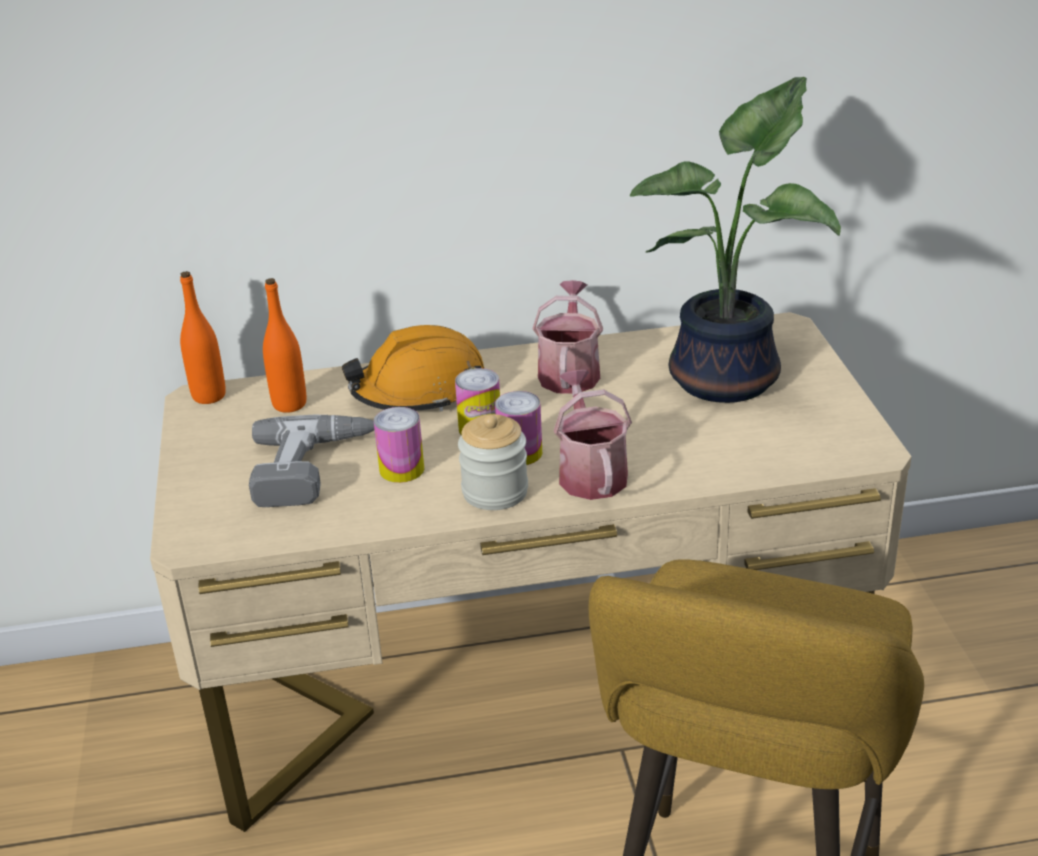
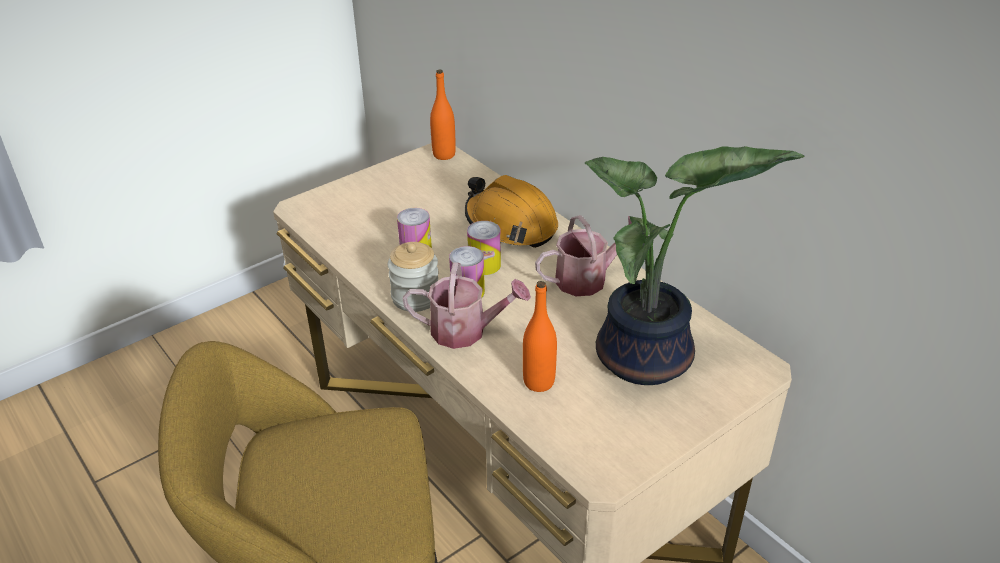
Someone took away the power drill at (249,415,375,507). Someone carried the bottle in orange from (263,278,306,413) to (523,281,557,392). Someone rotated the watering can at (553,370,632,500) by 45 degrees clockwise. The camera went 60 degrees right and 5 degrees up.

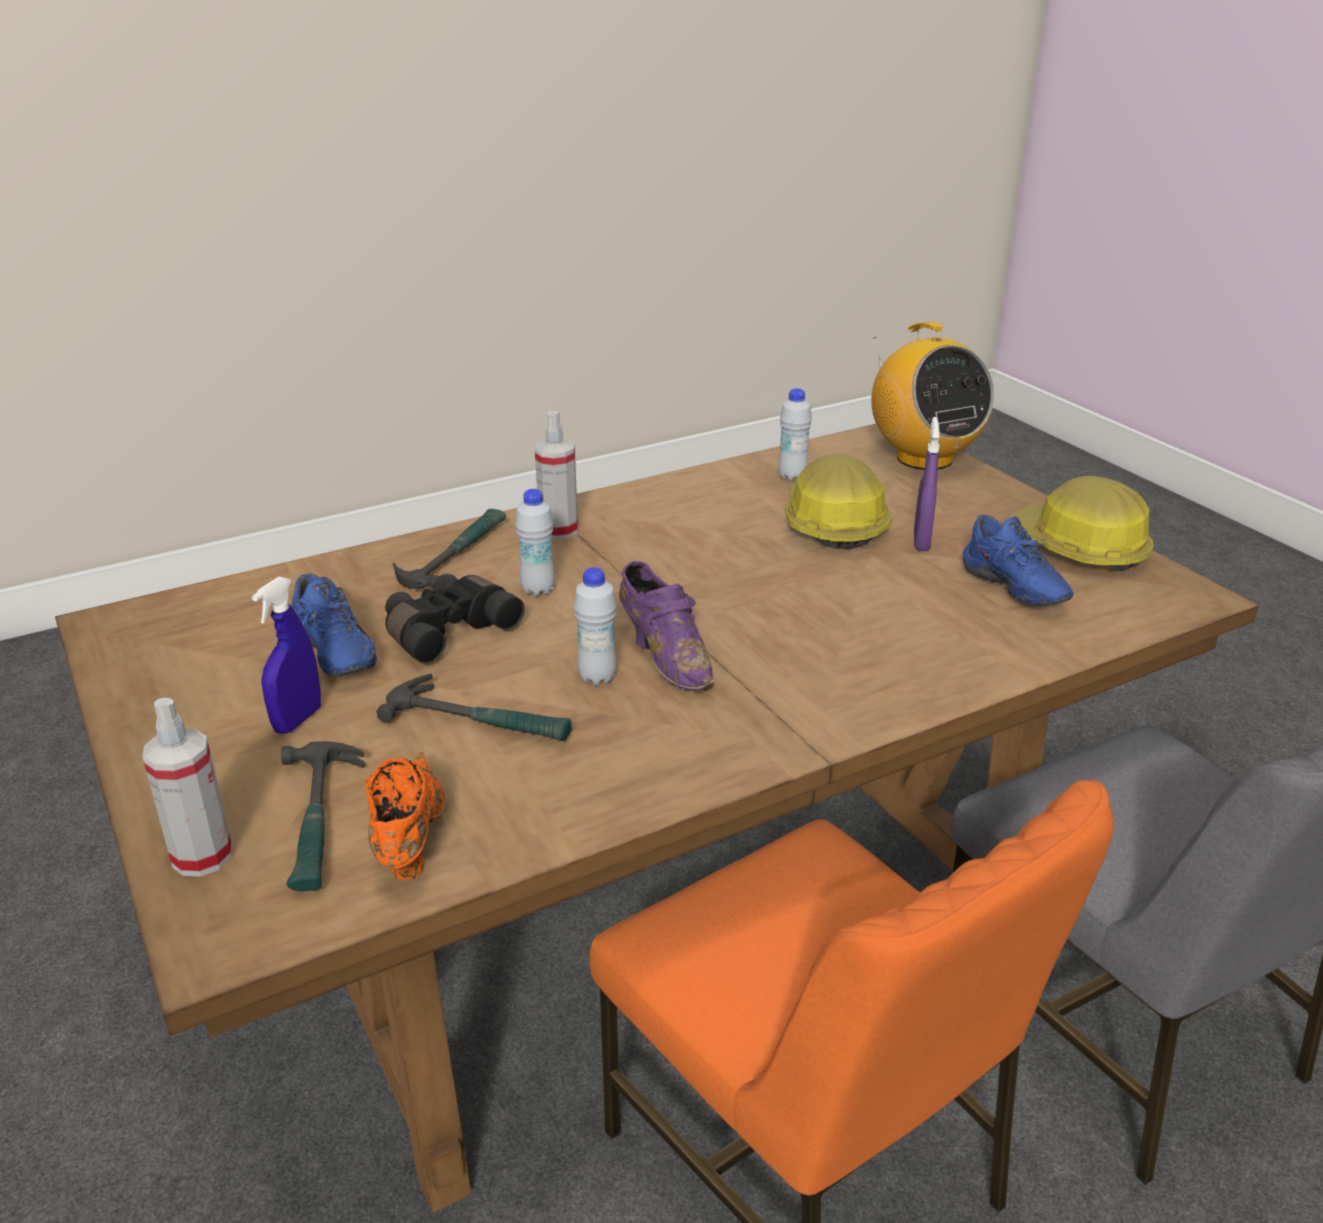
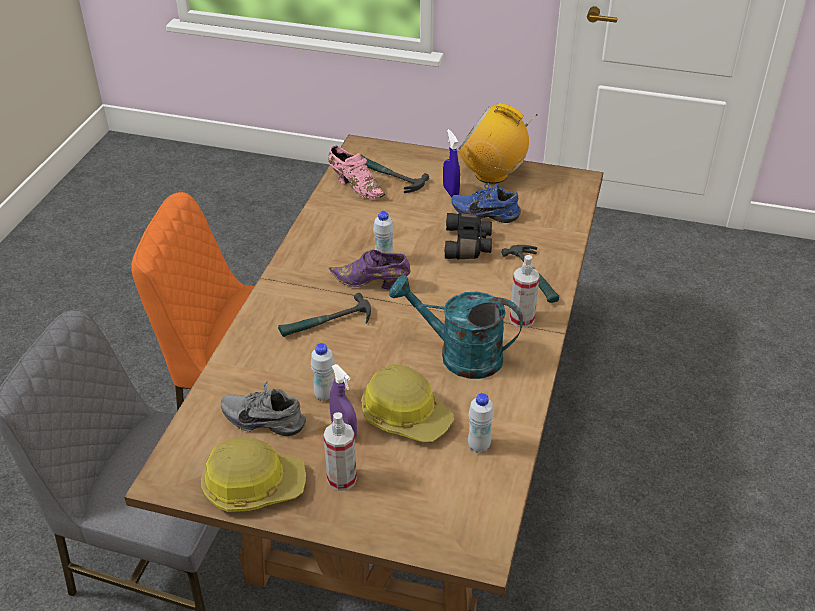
Someone put down the watering can in turquoise at (389,275,523,379). Someone carried the spray bottle from (142,697,232,877) to (324,412,357,491). Someone carried the hammer from (377,674,572,741) to (278,293,371,337). Someone carried the bottle in white from (515,489,555,596) to (311,343,335,402). Someone carried the radio from (871,322,994,470) to (458,103,537,184). Someone repainted the shoe in orange at (365,752,447,880), which became the shoe in pink at (328,145,385,199). Someone repainted the shoe in blue at (963,515,1073,606), which became the shoe in grey at (221,381,306,436). The camera went 135 degrees right and 10 degrees up.

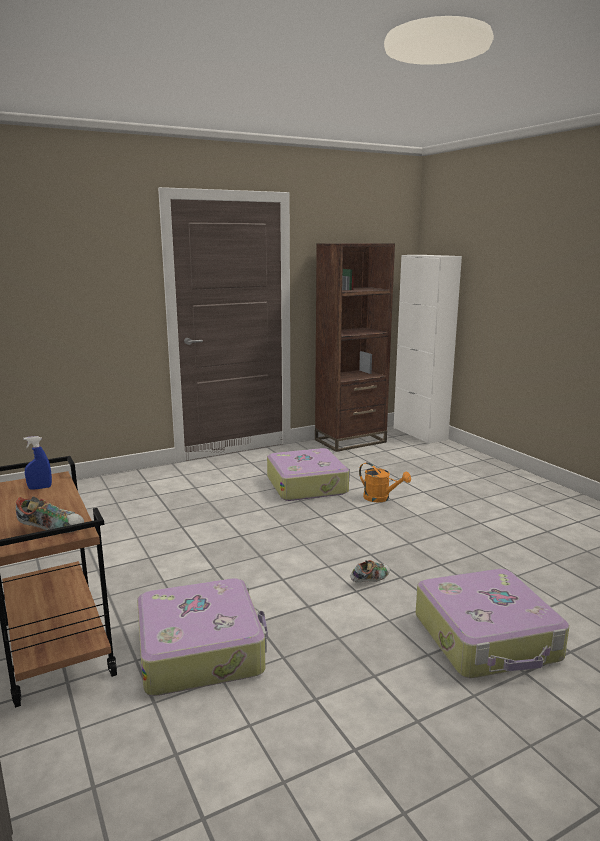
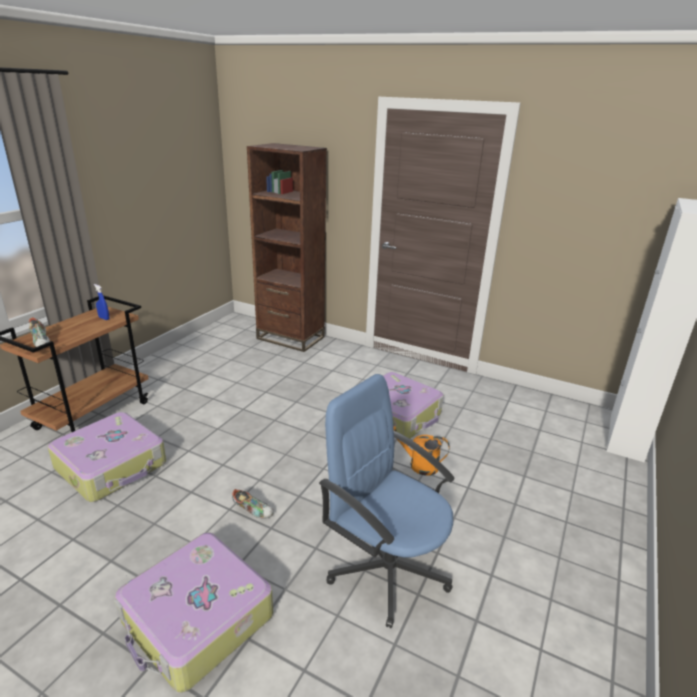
Someone put down the office chair in blue at (319,374,455,628). Someone carried the bookcase in brown from (315,243,395,452) to (247,143,327,352). Someone rotated the watering can in orange at (359,462,411,502) by 105 degrees clockwise. The camera went 55 degrees right and 10 degrees up.

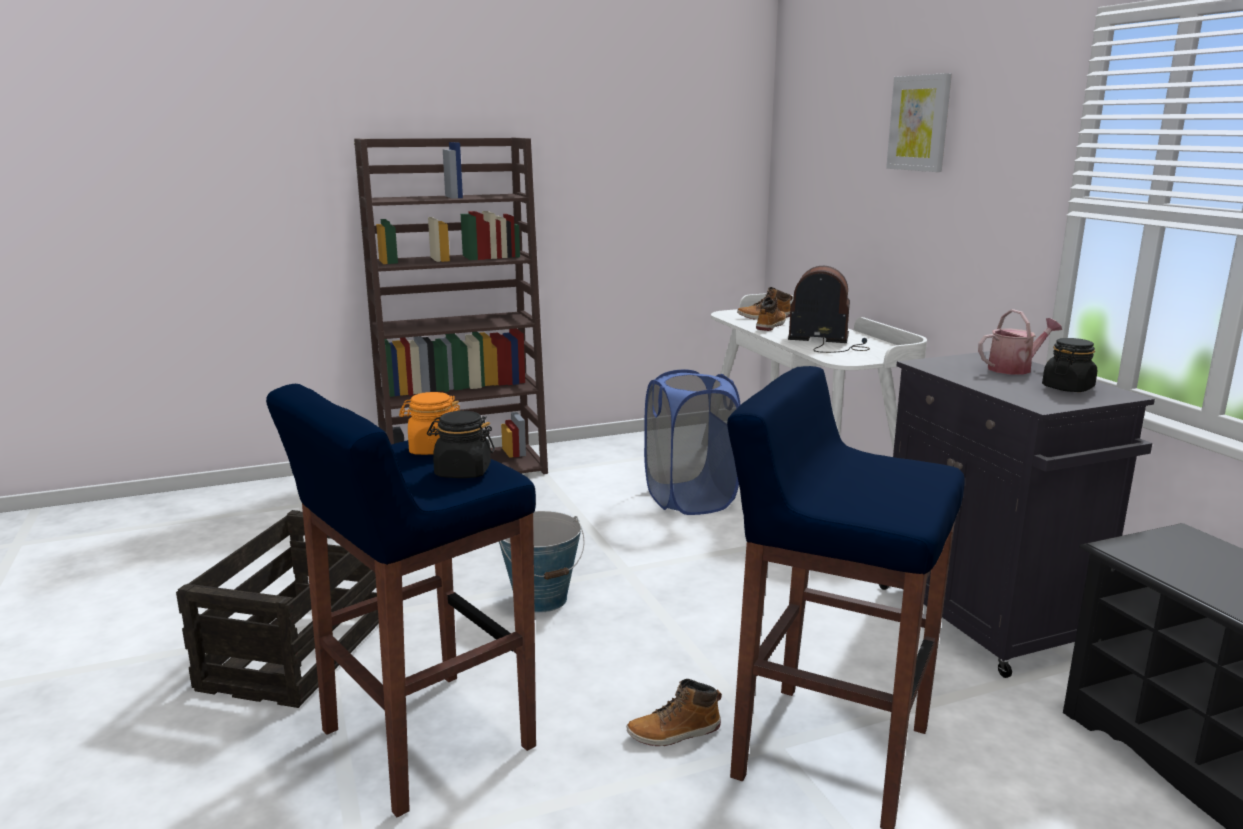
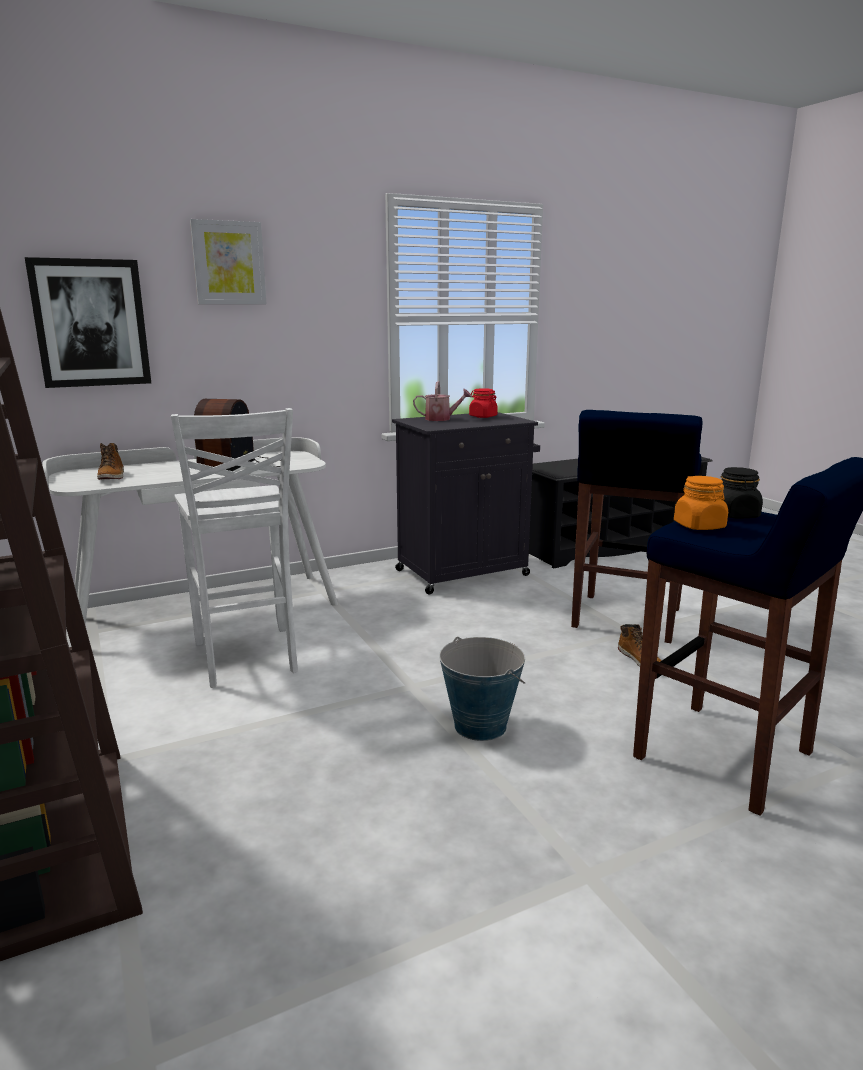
Someone took away the crate at (176,510,379,708). Someone took away the boot at (756,297,786,331). Someone put up the picture at (25,257,151,388). Someone swapped the laundry basket in blue at (644,369,741,515) for the stool in white at (171,408,298,688). Someone repainted the jar in black at (1042,338,1097,392), which became the jar in red at (469,388,498,418). Someone rotated the watering can at (978,309,1062,375) by 120 degrees clockwise. The camera went 95 degrees left and 0 degrees up.

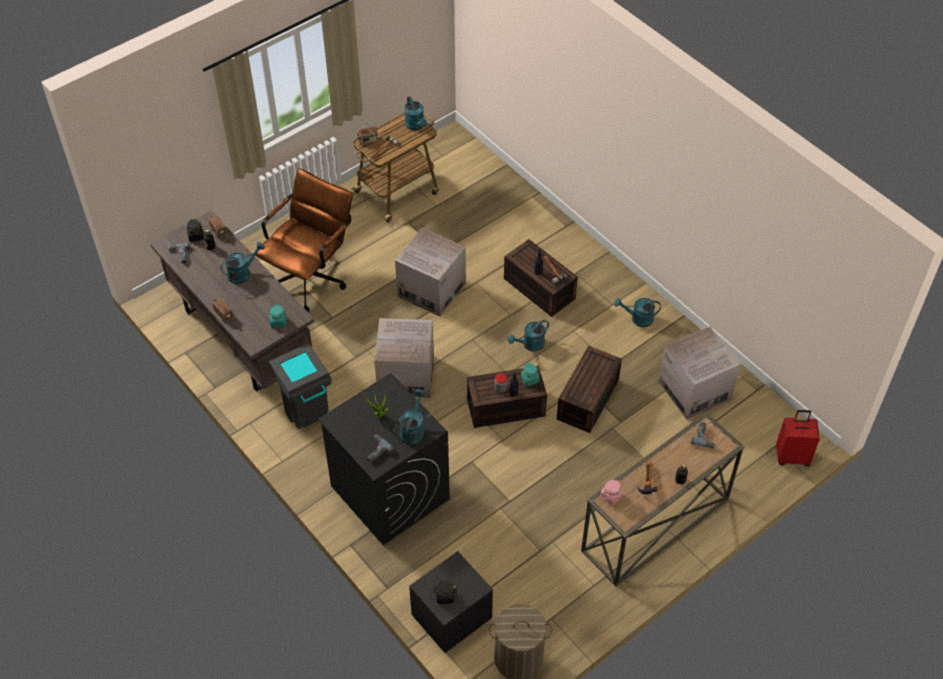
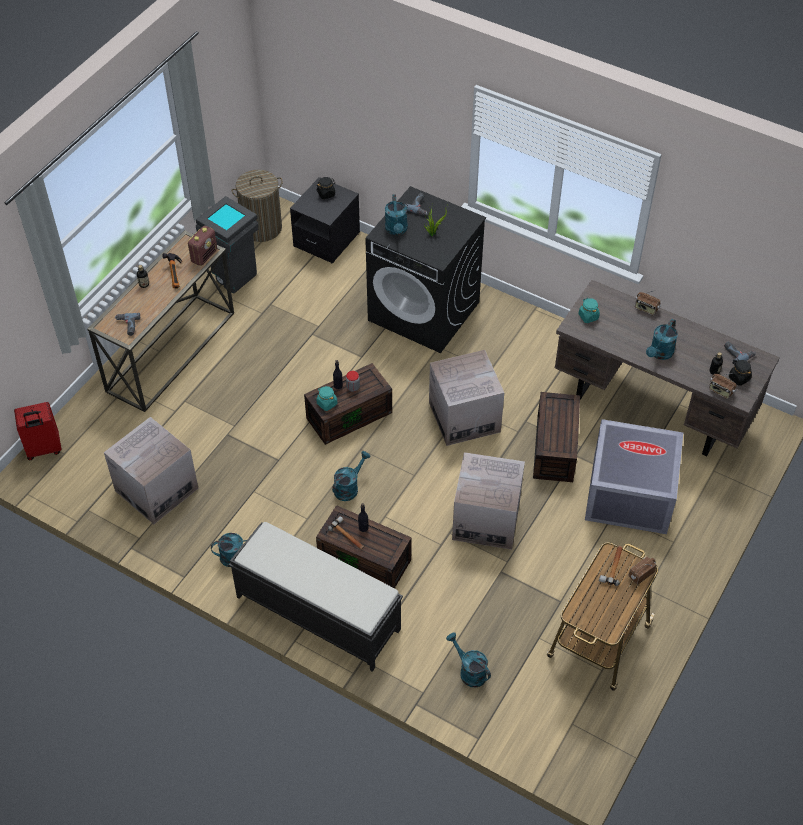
Someone put down the bench in black at (229,522,403,672). Someone carried the trash can in grey from (269,343,332,429) to (196,196,258,293). Someone carried the watering can in turquoise from (404,96,427,130) to (446,632,491,687). Someone carried the storage box in brown from (557,346,622,433) to (533,392,580,482). Someone swapped the office chair in brown at (256,169,353,312) for the storage box in grey at (585,419,683,534). Someone swapped the jar in pink at (601,480,623,505) for the radio at (188,226,217,266). The camera went 160 degrees right and 0 degrees up.

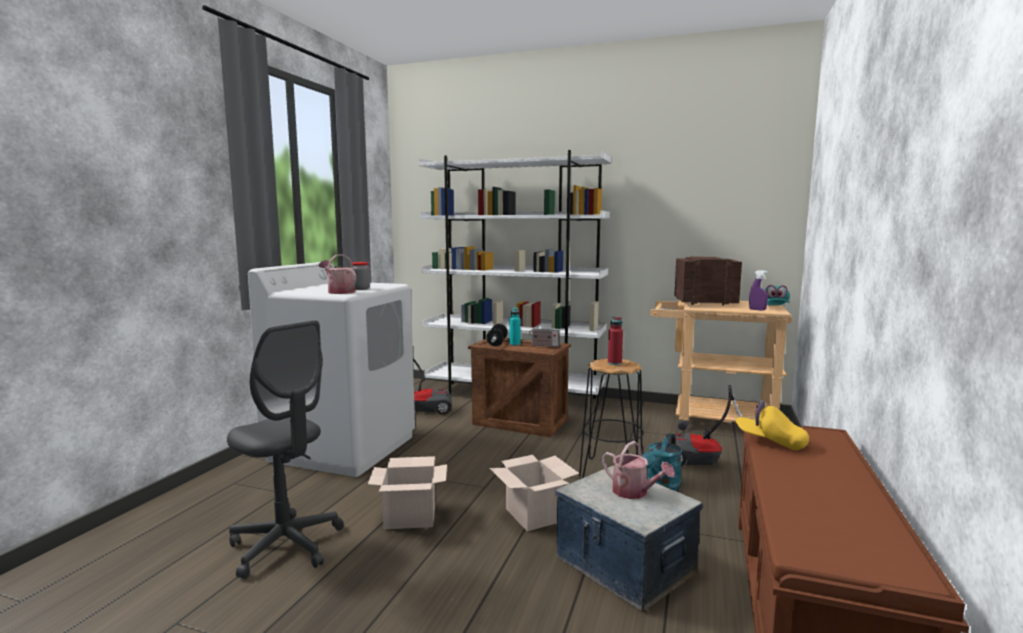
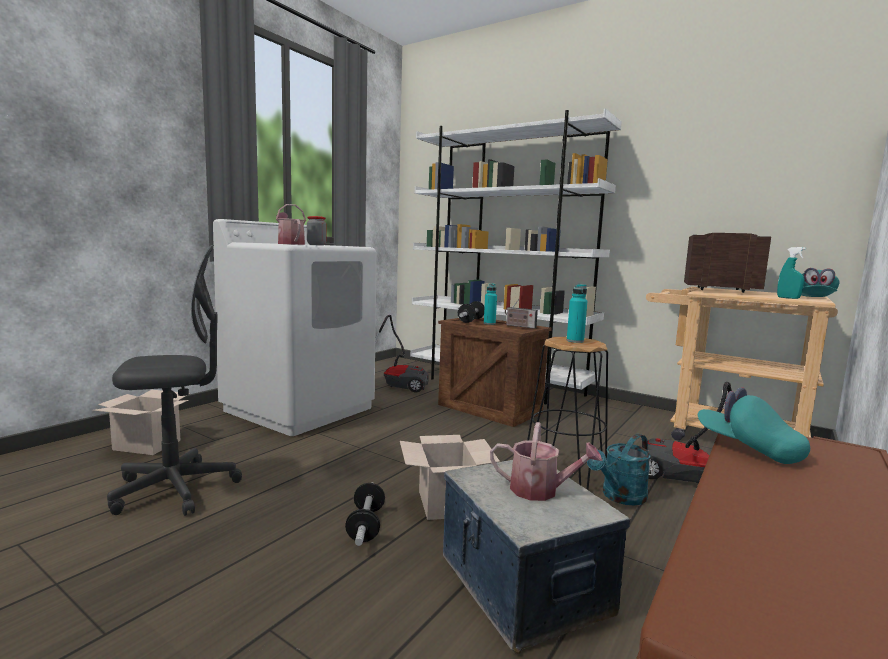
Someone put down the dumbbell at (345,483,385,546). Someone carried the cardboard box from (368,456,447,529) to (93,390,190,455). Someone repainted the bottle in red at (608,317,623,365), which became the bottle in turquoise at (567,284,587,343). Someone repainted the cap in yellow at (736,400,809,450), which became the cap in turquoise at (698,387,810,464). Someone repainted the spray bottle in purple at (749,270,768,311), which became the spray bottle in turquoise at (777,247,806,299). Someone rotated the office chair in grey at (227,321,344,579) by 75 degrees counterclockwise. Someone rotated the watering can at (602,441,675,499) by 45 degrees counterclockwise. The camera went 15 degrees right and 0 degrees up.

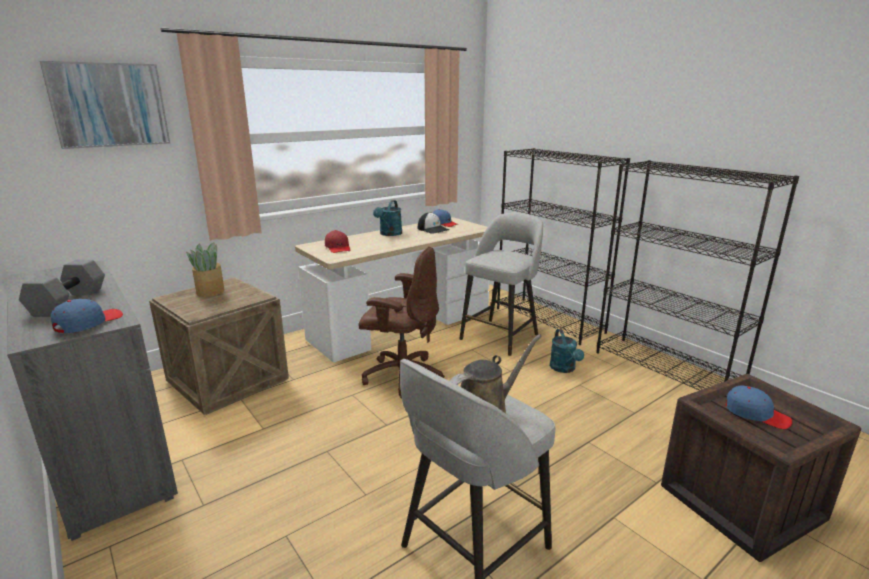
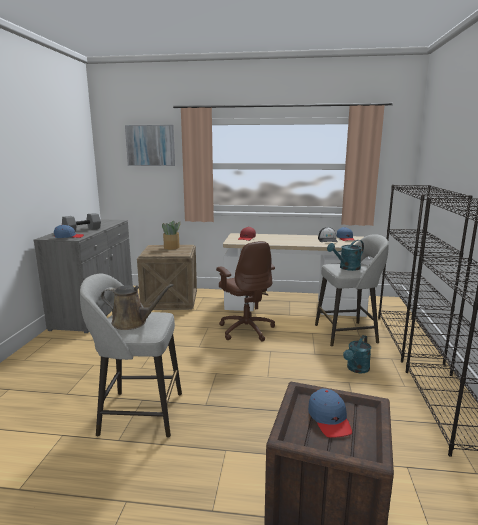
Someone carried the watering can in turquoise from (373,200,402,236) to (327,240,364,271). The camera went 45 degrees right and 5 degrees down.

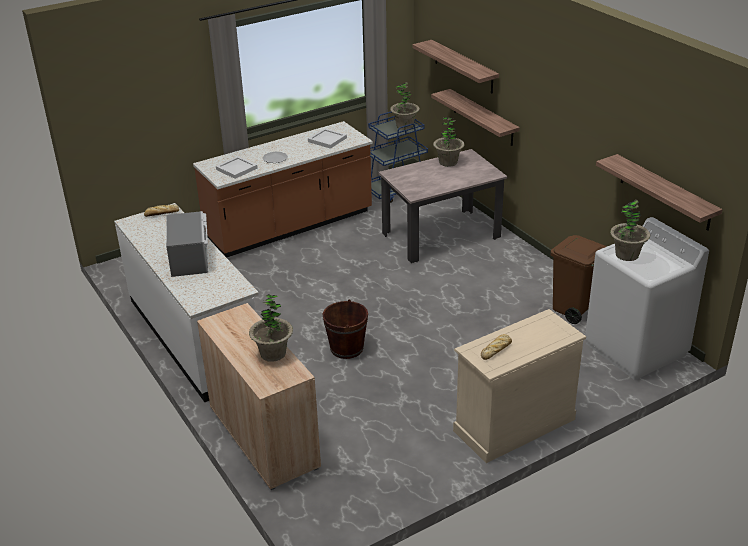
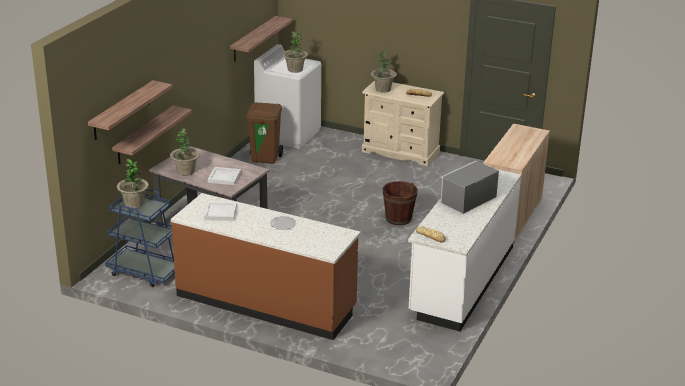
Someone carried the tray in white from (216,156,258,179) to (208,167,241,185). Someone carried the potted plant from (249,294,293,362) to (371,51,397,93). The camera went 125 degrees left and 5 degrees down.

